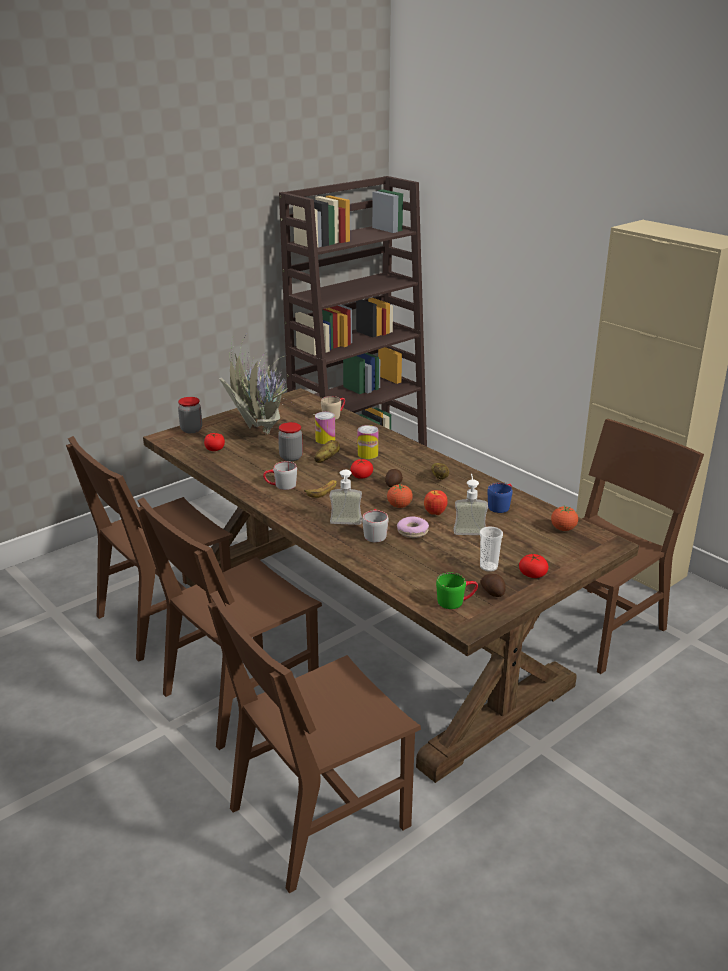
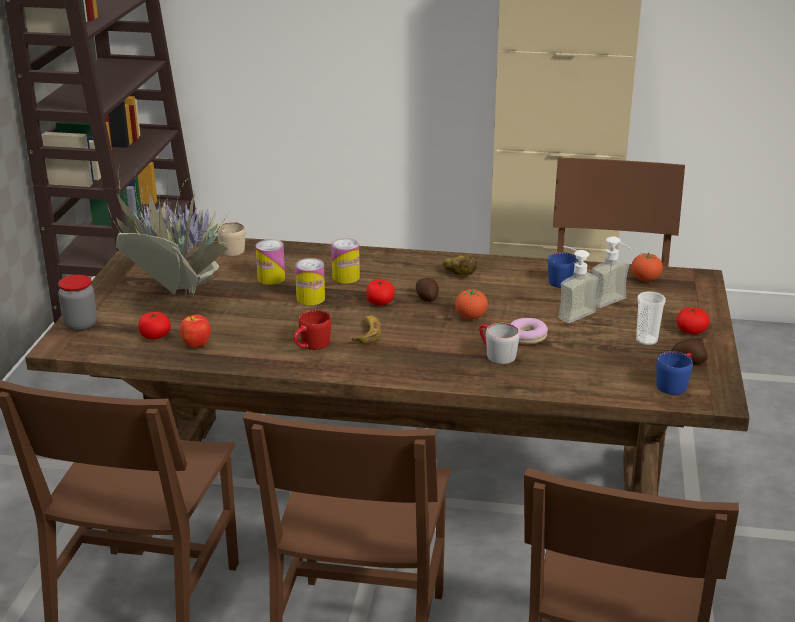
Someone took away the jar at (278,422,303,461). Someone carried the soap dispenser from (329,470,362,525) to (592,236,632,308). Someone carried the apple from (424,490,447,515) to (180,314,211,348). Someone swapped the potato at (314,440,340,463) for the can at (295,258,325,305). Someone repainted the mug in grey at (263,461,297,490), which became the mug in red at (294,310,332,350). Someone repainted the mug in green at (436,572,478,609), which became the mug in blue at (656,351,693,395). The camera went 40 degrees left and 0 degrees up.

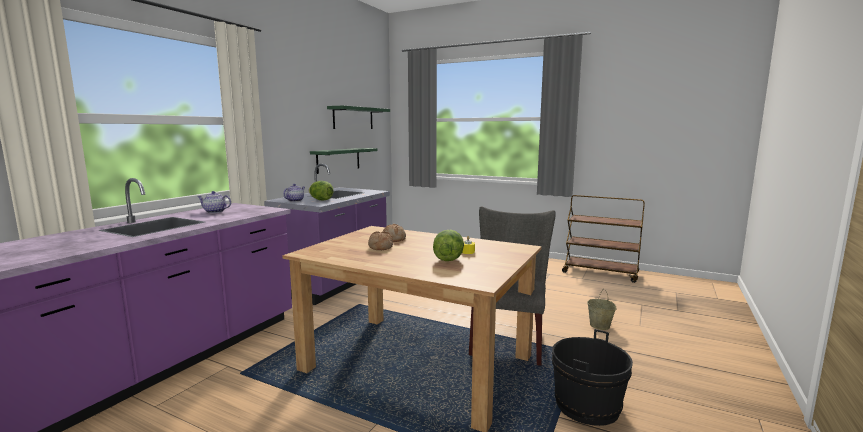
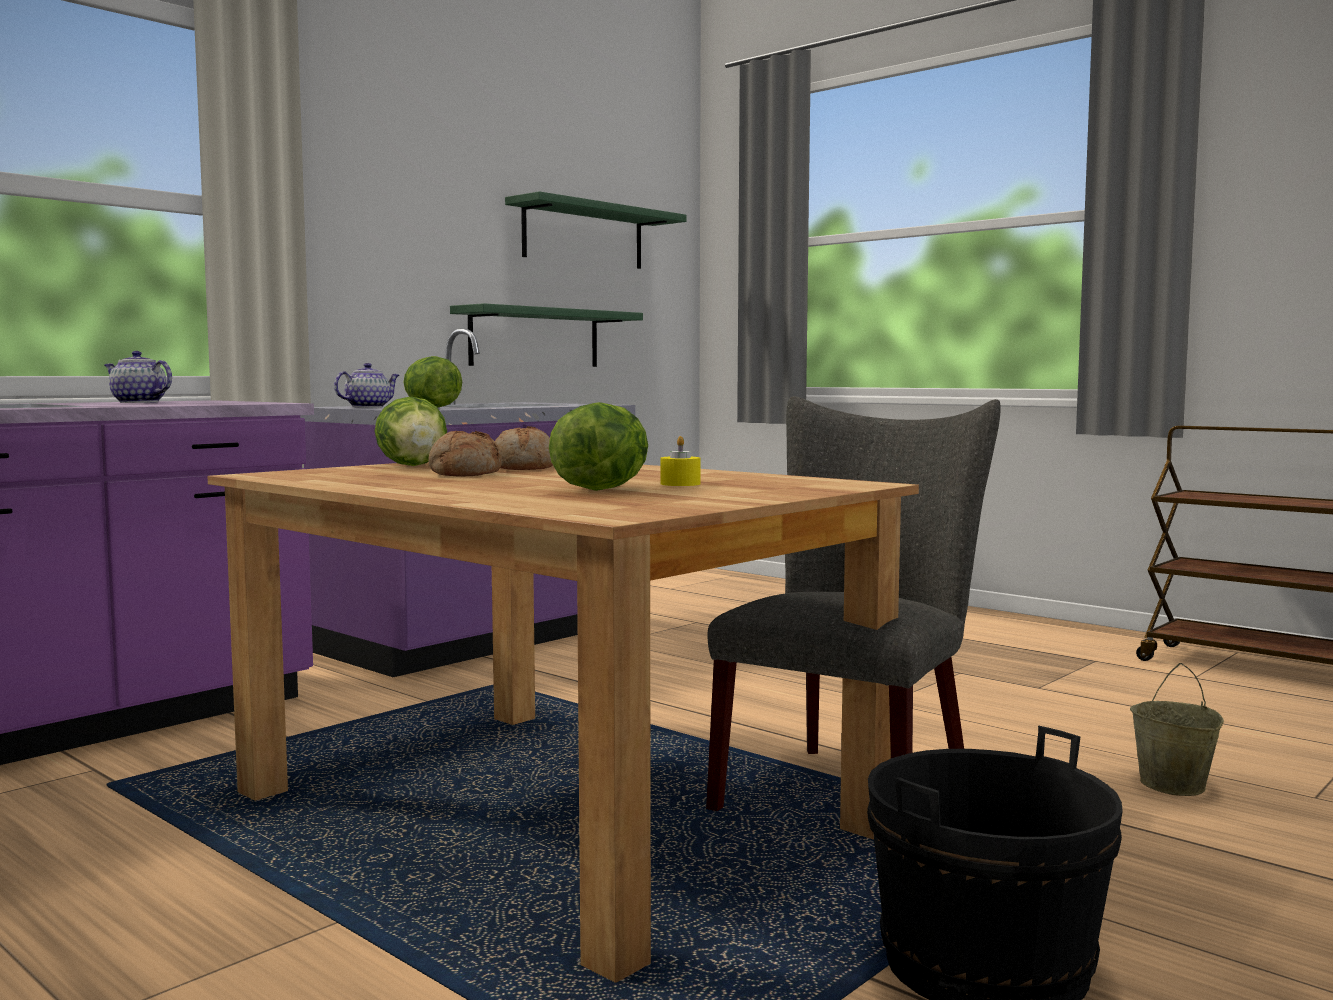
Someone put down the lettuce at (375,397,447,466). The camera went 15 degrees right and 5 degrees down.

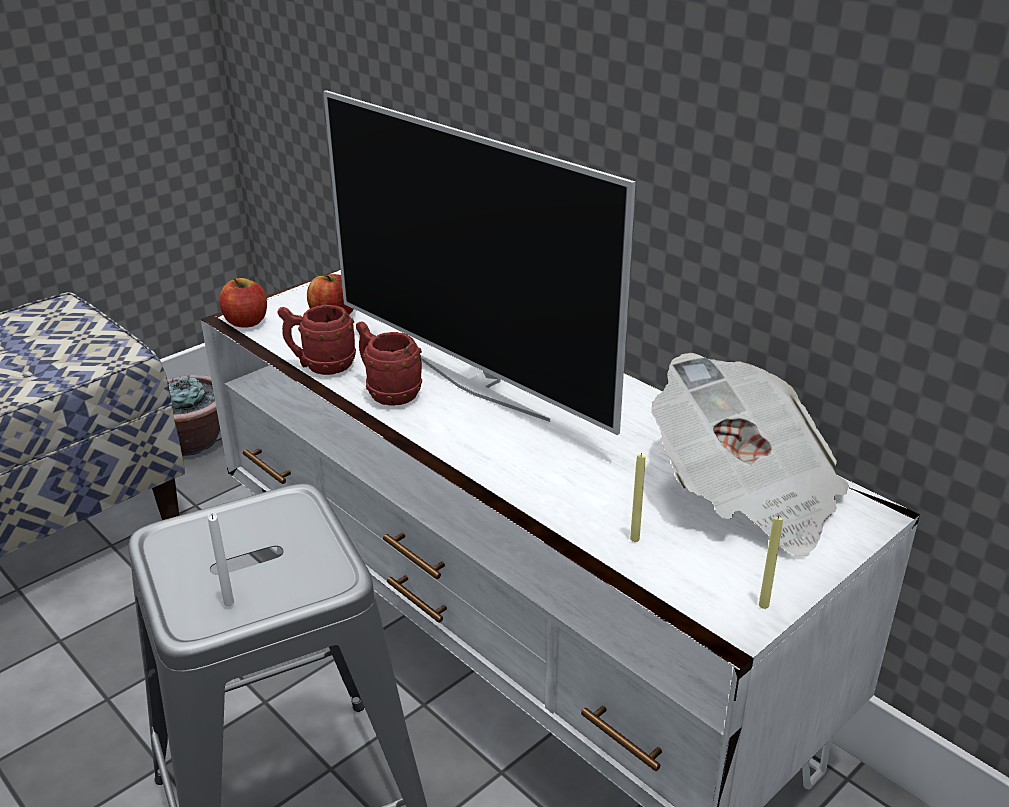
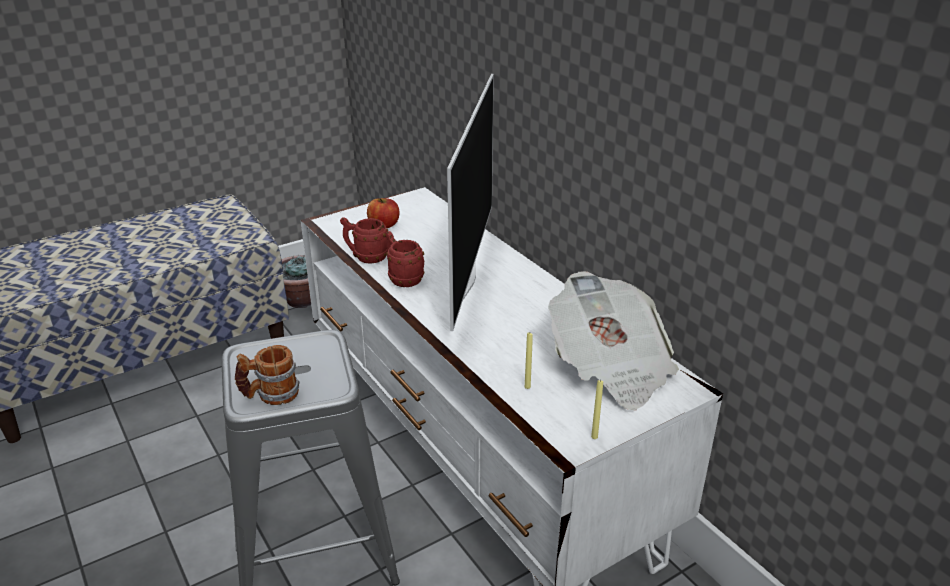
Someone took away the apple at (219,278,267,328). Someone swapped the candle in white at (208,513,234,606) for the mug at (235,345,300,405). Someone rotated the television at (323,90,636,435) by 135 degrees counterclockwise. The camera went 10 degrees right and 0 degrees up.

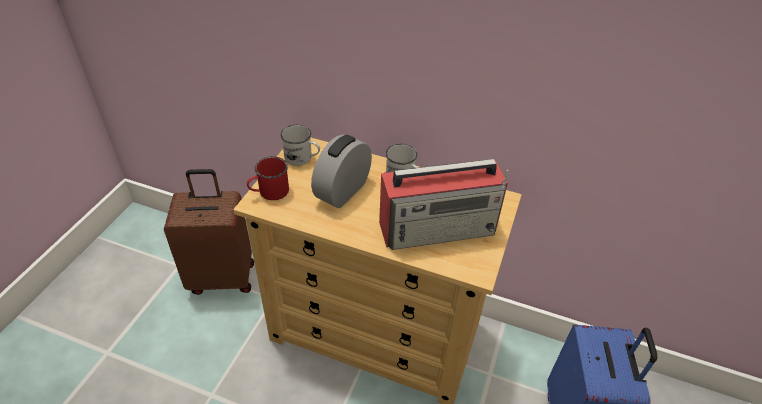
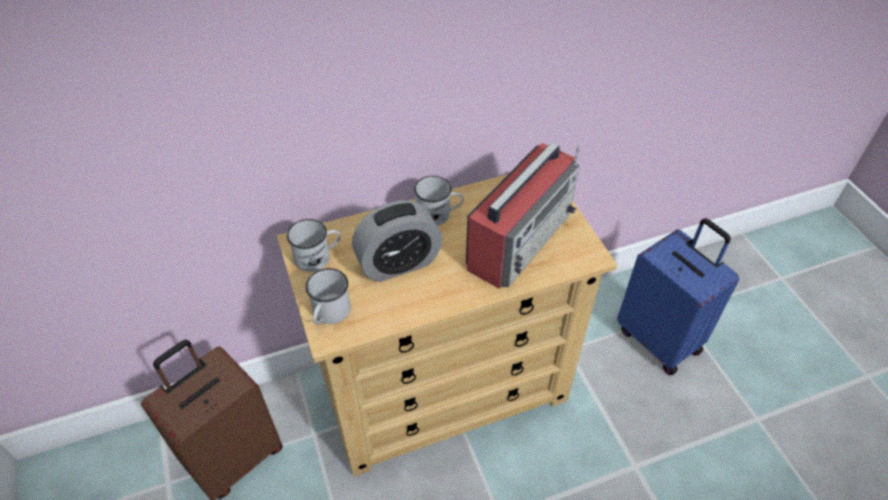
Someone repainted the mug in red at (247,156,289,200), which became the mug in white at (306,268,351,325). Someone rotated the alarm clock at (311,134,372,208) by 105 degrees counterclockwise. The camera went 40 degrees left and 5 degrees up.

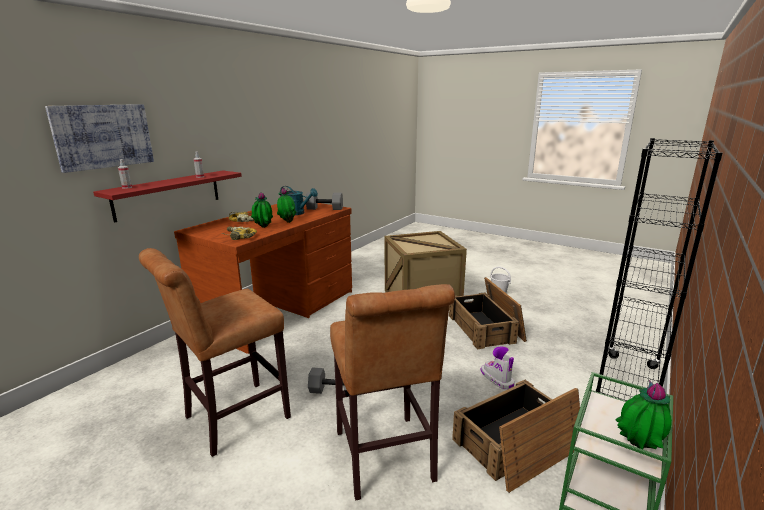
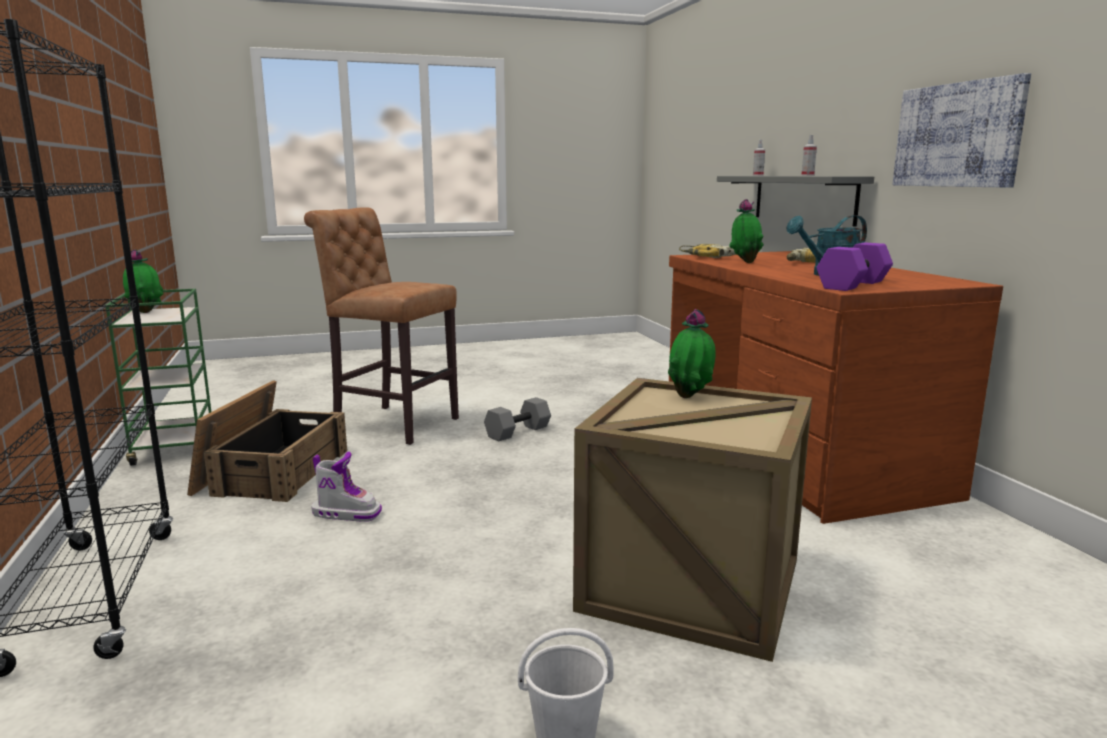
Someone took away the stool in brown at (139,248,291,457). Someone took away the crate at (449,277,527,349). Someone carried the picture from (45,104,154,173) to (893,73,1031,188). Someone carried the potted plant from (277,187,297,223) to (668,309,716,398). Someone repainted the shelf in red at (93,170,242,223), which became the shelf in grey at (717,176,874,227). Someone repainted the dumbbell in grey at (306,192,343,210), which became the dumbbell in purple at (817,242,893,291). The camera went 130 degrees right and 5 degrees down.

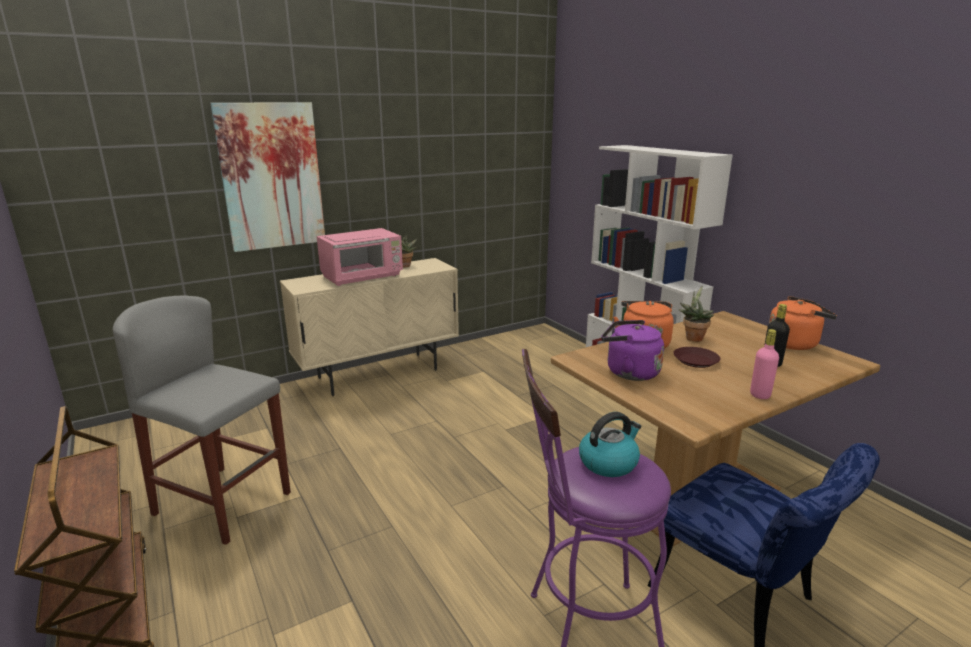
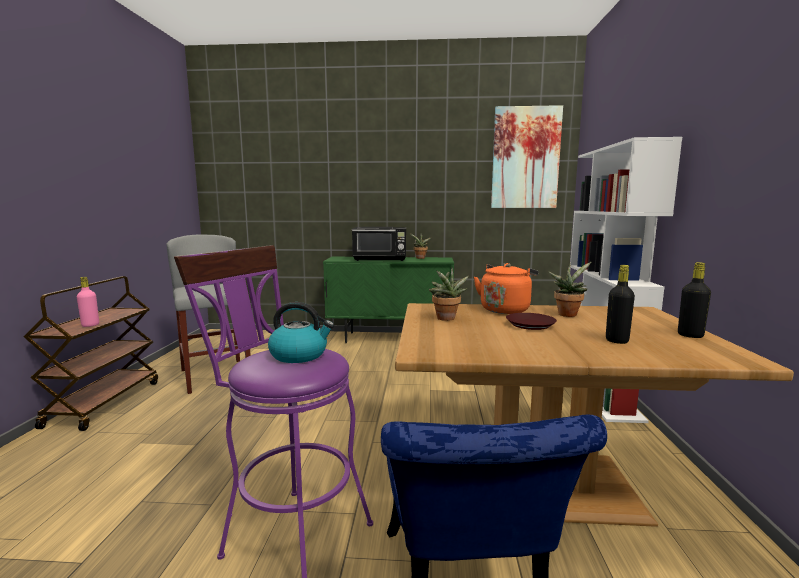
Someone carried the picture from (210,102,325,252) to (491,105,563,208). Someone carried the bottle in pink from (750,329,779,399) to (77,277,99,327). Someone swapped the kettle in purple at (601,320,664,381) for the potted plant at (429,268,469,321). Someone swapped the kettle in orange at (769,296,837,350) for the bottle in black at (678,262,711,338). Someone repainted the cabinet in beige at (280,258,459,396), which became the cabinet in green at (323,257,454,343). Someone repainted the microwave in pink at (317,228,403,286), which became the microwave in black at (352,227,406,261). The camera went 35 degrees right and 10 degrees down.

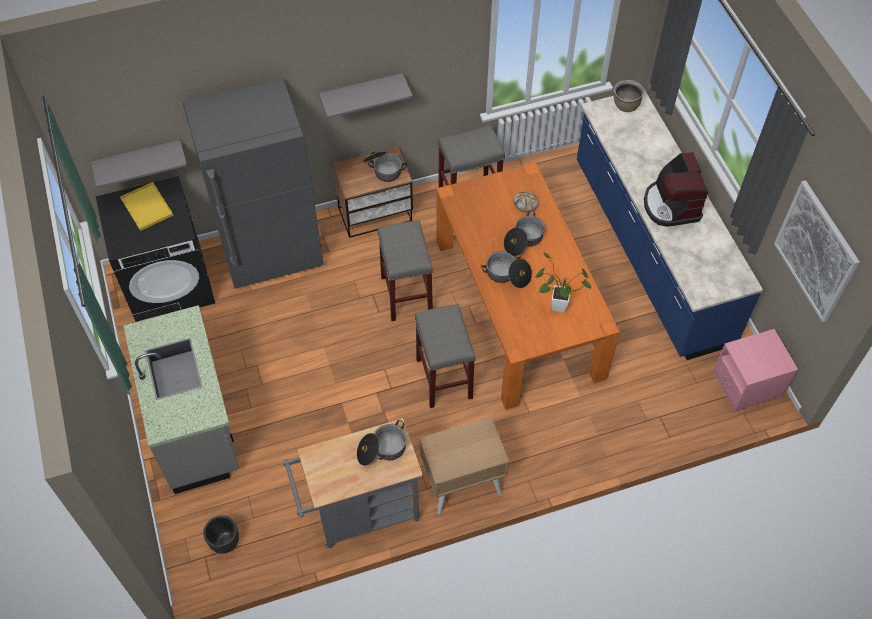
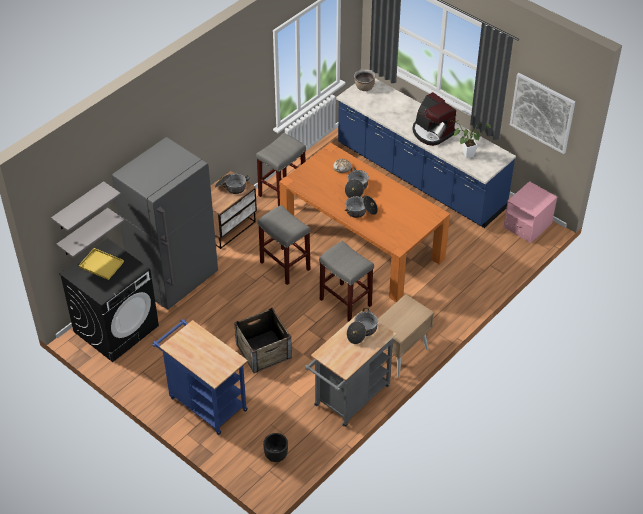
Someone put down the crate at (234,308,292,373). Someone carried the shelf in grey from (319,73,413,118) to (51,181,121,232). Someone carried the potted plant from (535,252,591,312) to (450,120,491,158). Someone swapped the counter in grey at (123,305,239,494) for the cart in blue at (153,319,248,435). The camera went 30 degrees left and 10 degrees down.

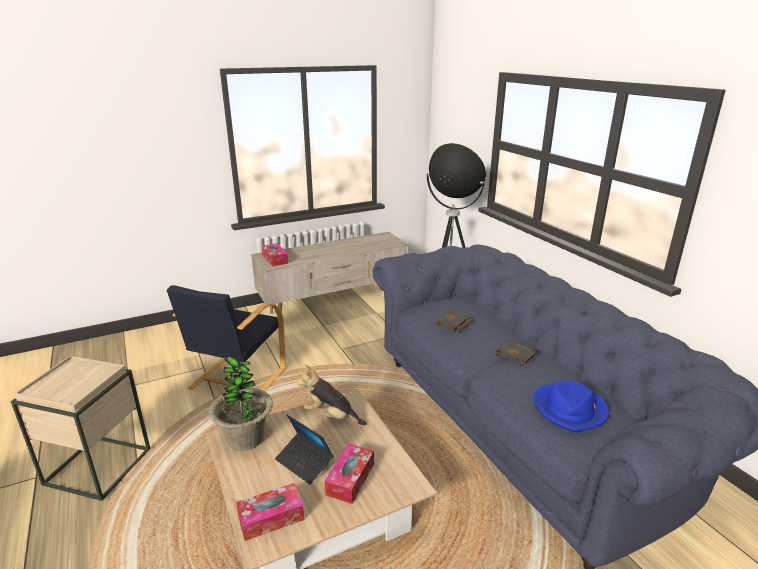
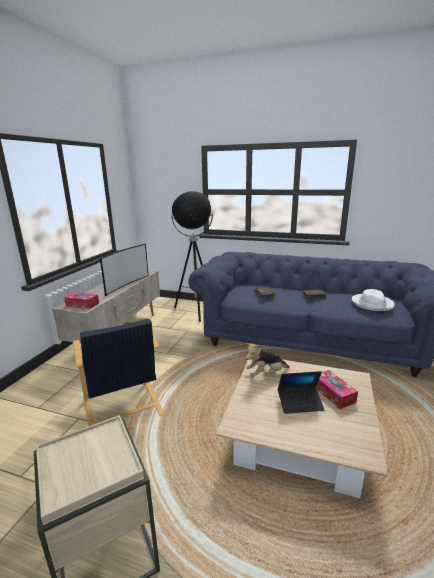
Someone took away the potted plant at (209,355,273,451). Someone took away the tissue box at (236,483,305,541). Someone put down the television at (100,244,149,296). Someone repainted the hat in blue at (533,381,609,432), which became the hat in white at (352,289,395,311). The camera went 45 degrees left and 5 degrees down.

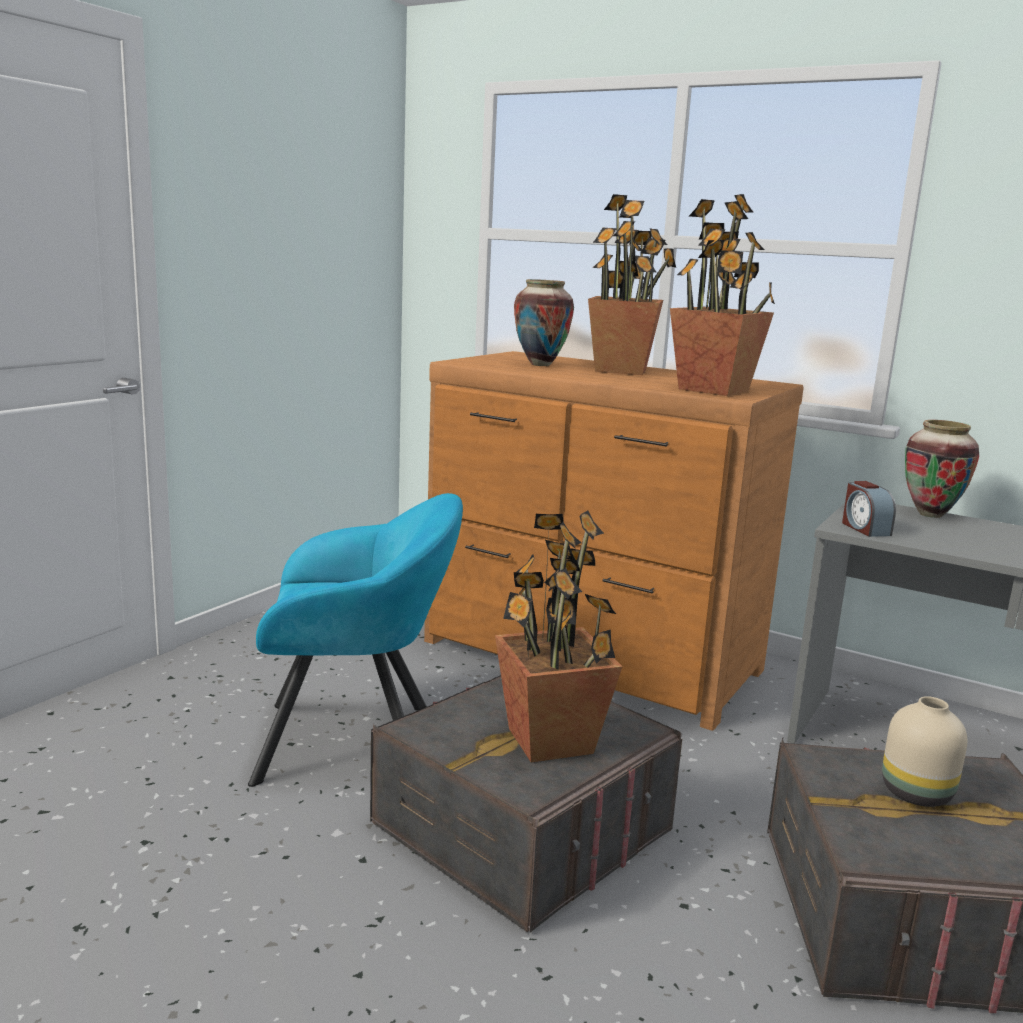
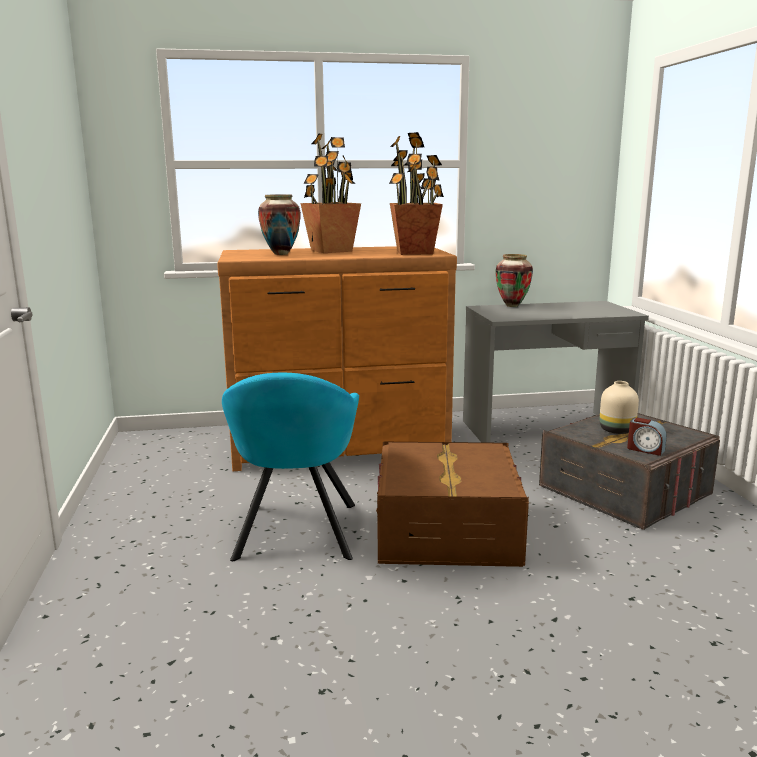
Someone took away the potted plant at (495,511,622,762). Someone carried the alarm clock from (842,481,896,537) to (627,417,667,456). Someone repainted the storage box in grey at (370,675,682,933), which became the storage box in brown at (376,442,529,567). Someone rotated the armchair in turquoise at (248,493,463,787) by 135 degrees clockwise. The camera went 40 degrees left and 0 degrees up.

